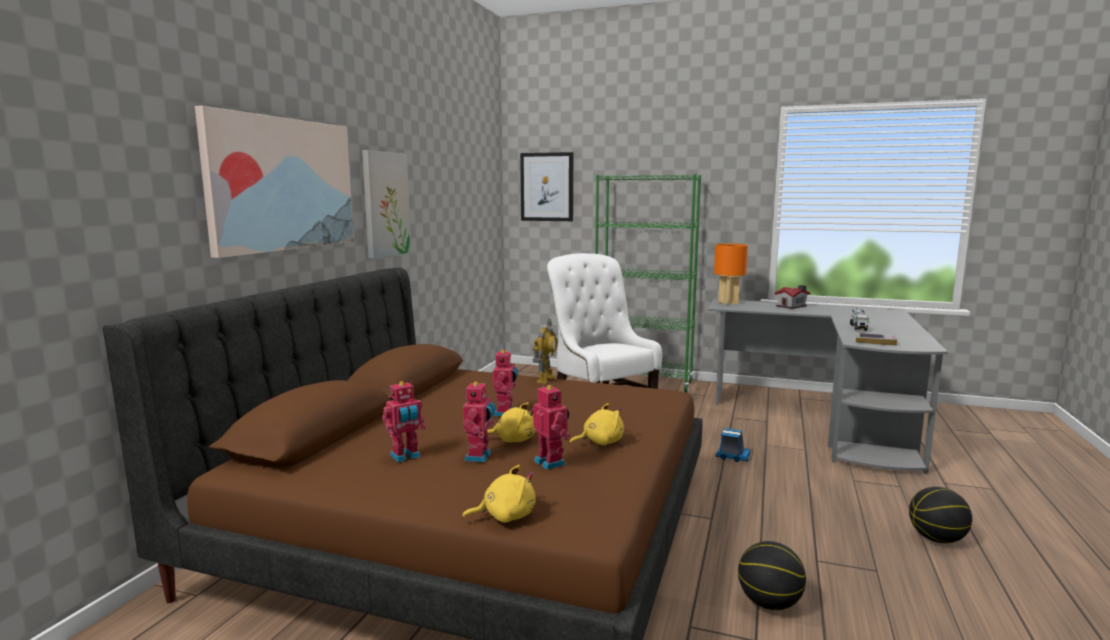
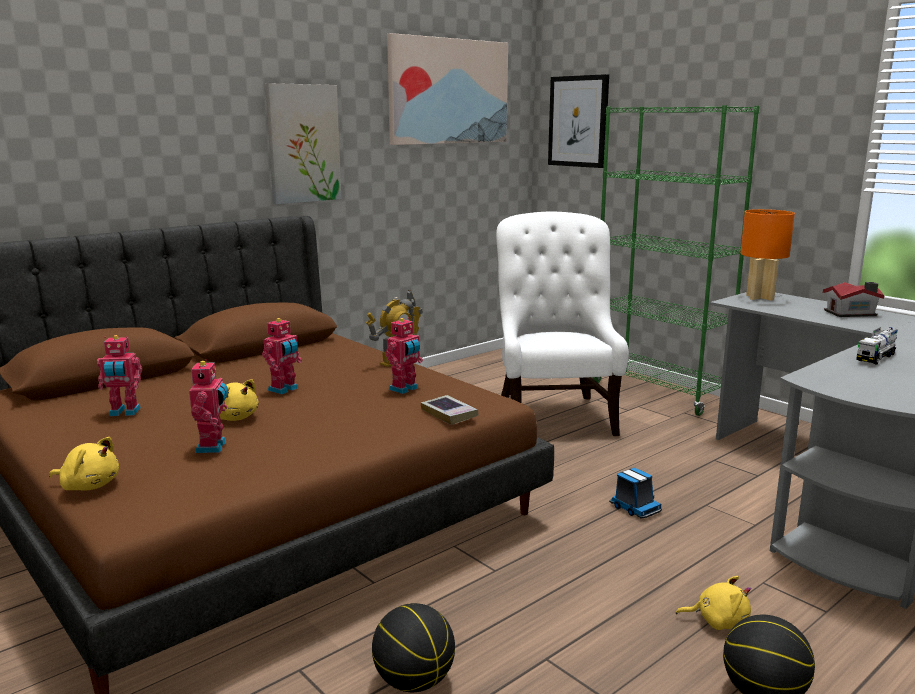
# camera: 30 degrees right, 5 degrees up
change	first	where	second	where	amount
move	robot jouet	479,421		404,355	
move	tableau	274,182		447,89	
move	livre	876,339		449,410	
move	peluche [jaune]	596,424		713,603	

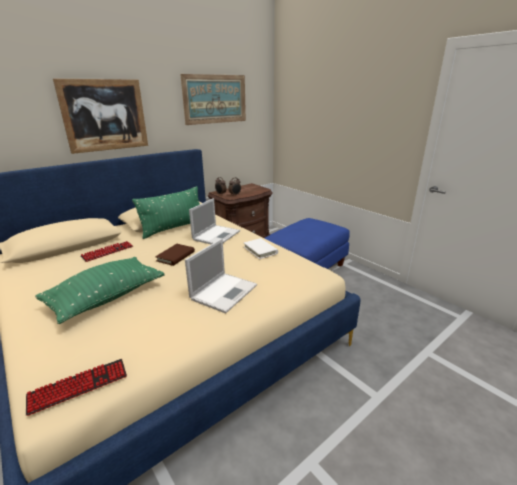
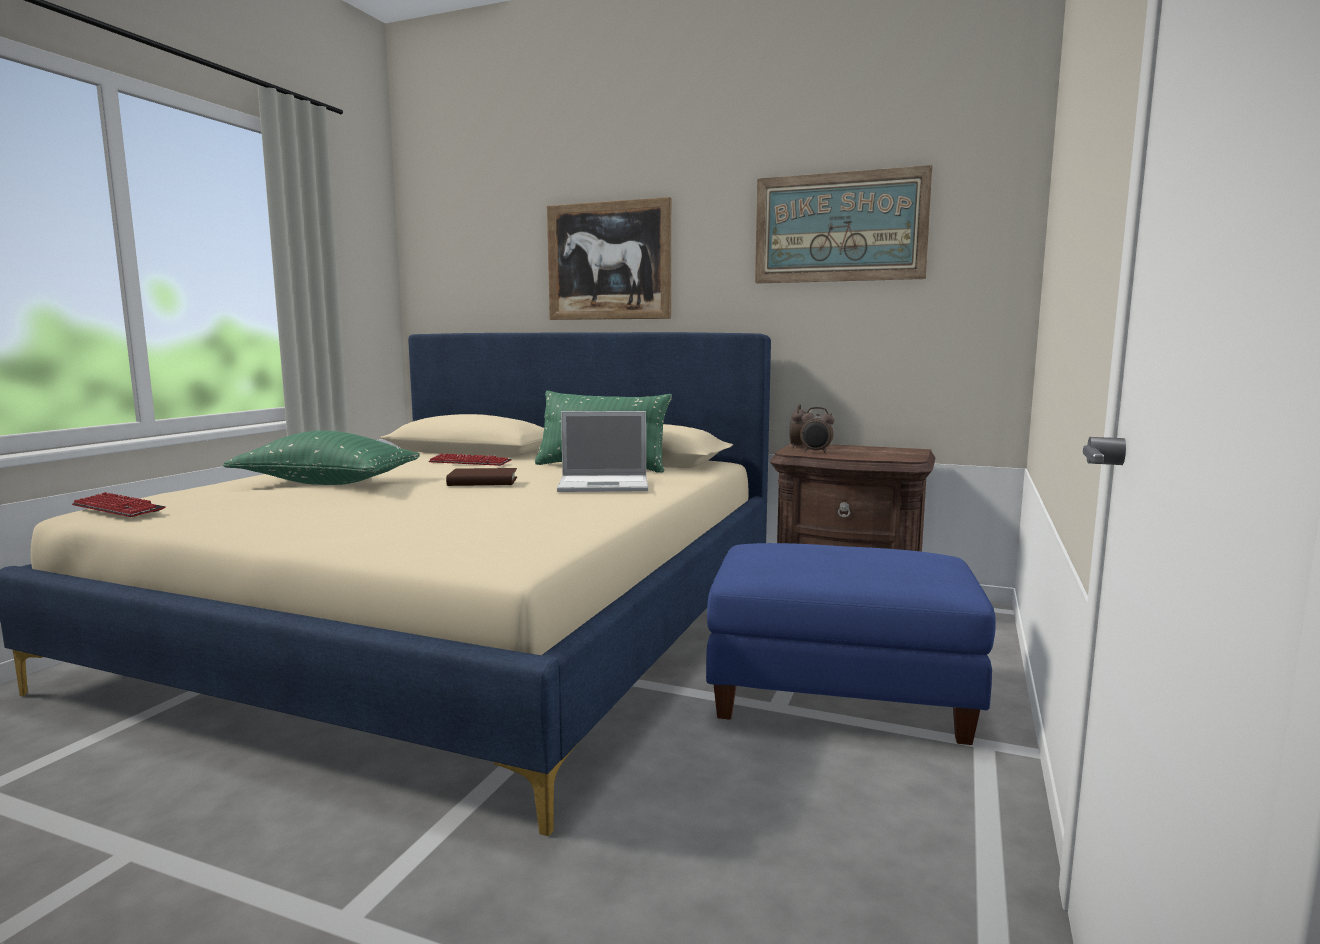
# camera: 60 degrees right, 15 degrees down
change	first	where	second	where	amount
delete	ordinateur portable	221,276			
delete	livre [blanc]	261,248			

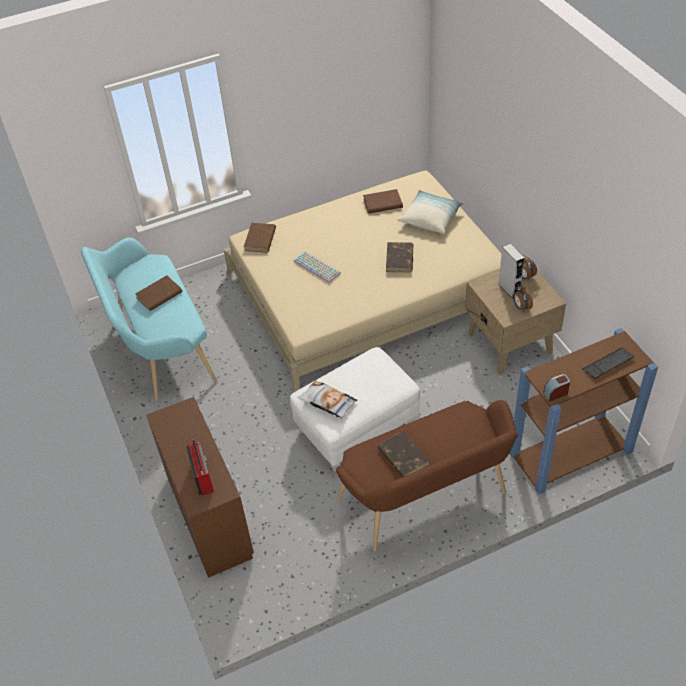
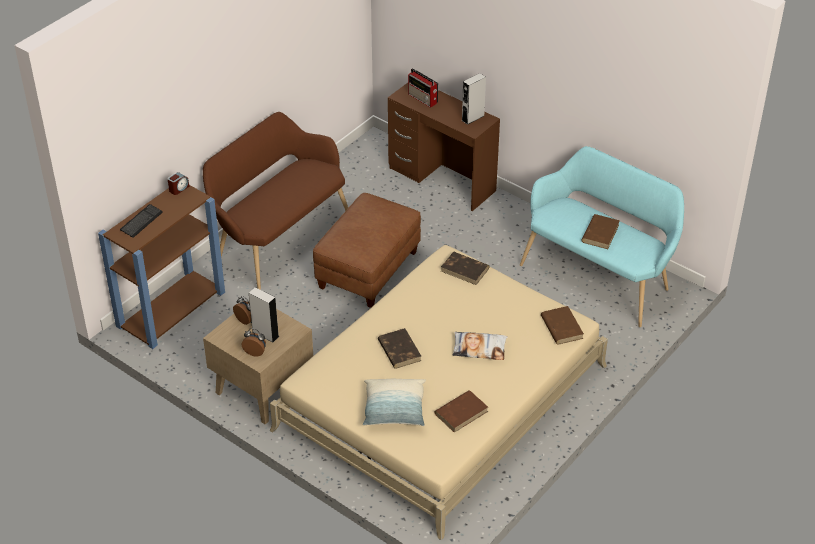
# camera: 150 degrees right, 5 degrees down
change	first	where	second	where	amount
recolor	pouf [blanc]	355,409	pouf [marron]	367,250	
move	livre [marron]	404,454		465,268	
move	coussin	327,399		480,346	
insert			enceinte [gris]	473,99	
delete	clavier	317,267			

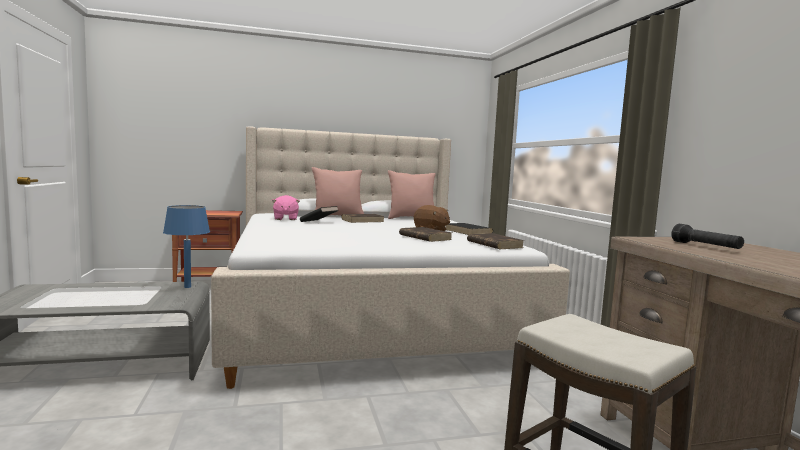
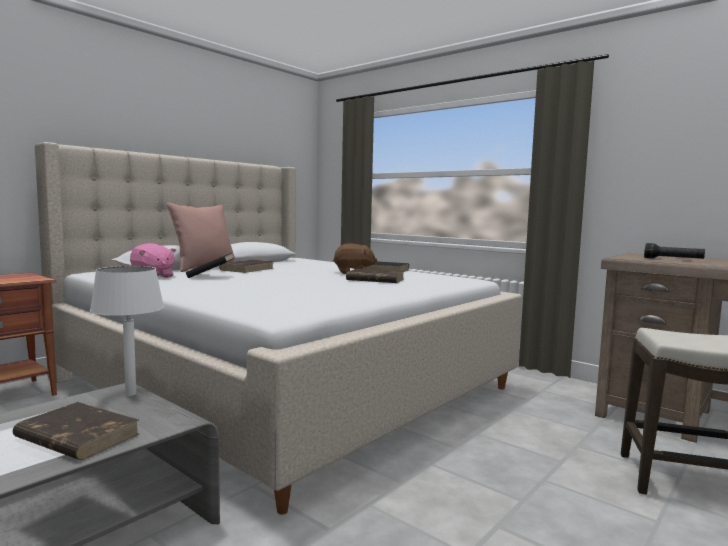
# camera: 35 degrees left, 0 degrees up
change	first	where	second	where	amount
move	livre [marron]	495,241		76,431	
recolor	lampe de table [bleu]	186,246	lampe de table [blanc]	127,331	
delete	coussin [rose]	412,194			

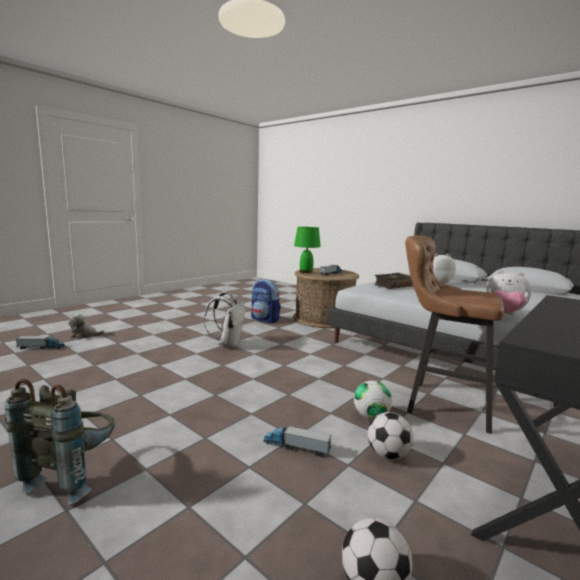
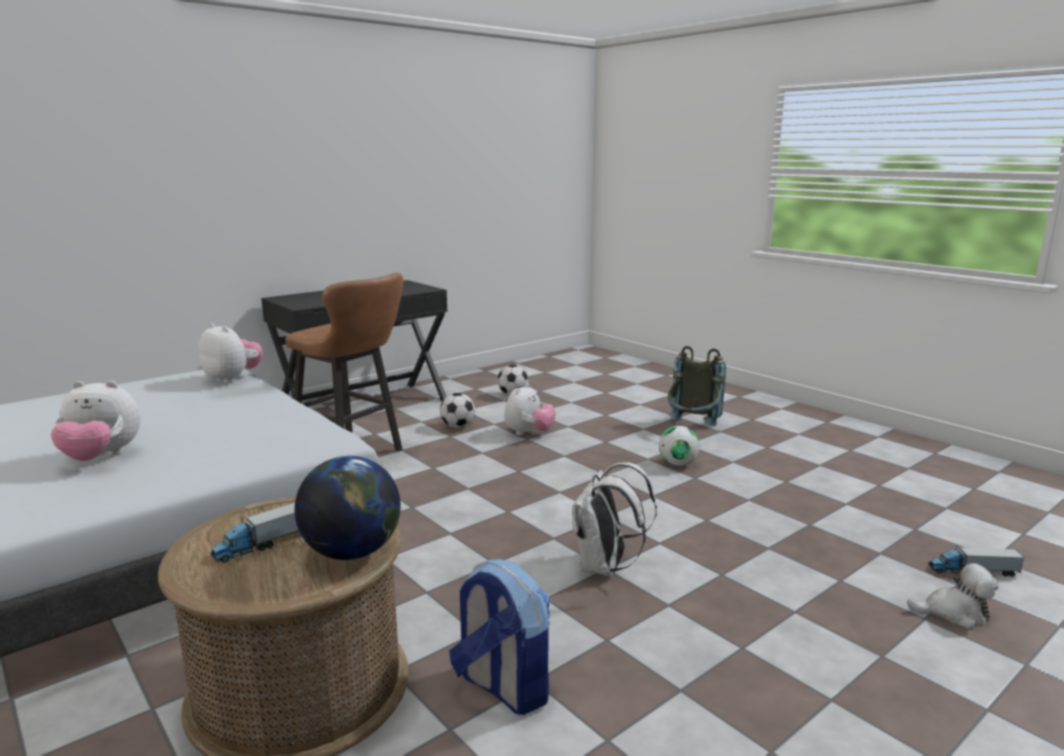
# camera: 170 degrees left, 5 degrees up
change	first	where	second	where	amount
replace	lampe de table [vert]	307,250	globe	347,508	
replace	camion jouet	297,440	peluche	530,409	
move	ballon de foot	373,400		679,446	
delete	livre	393,281			

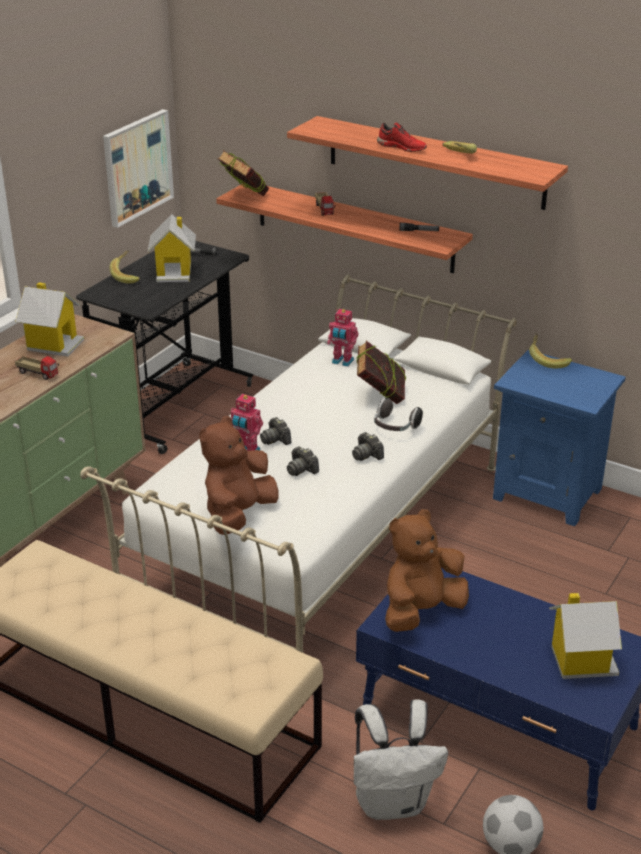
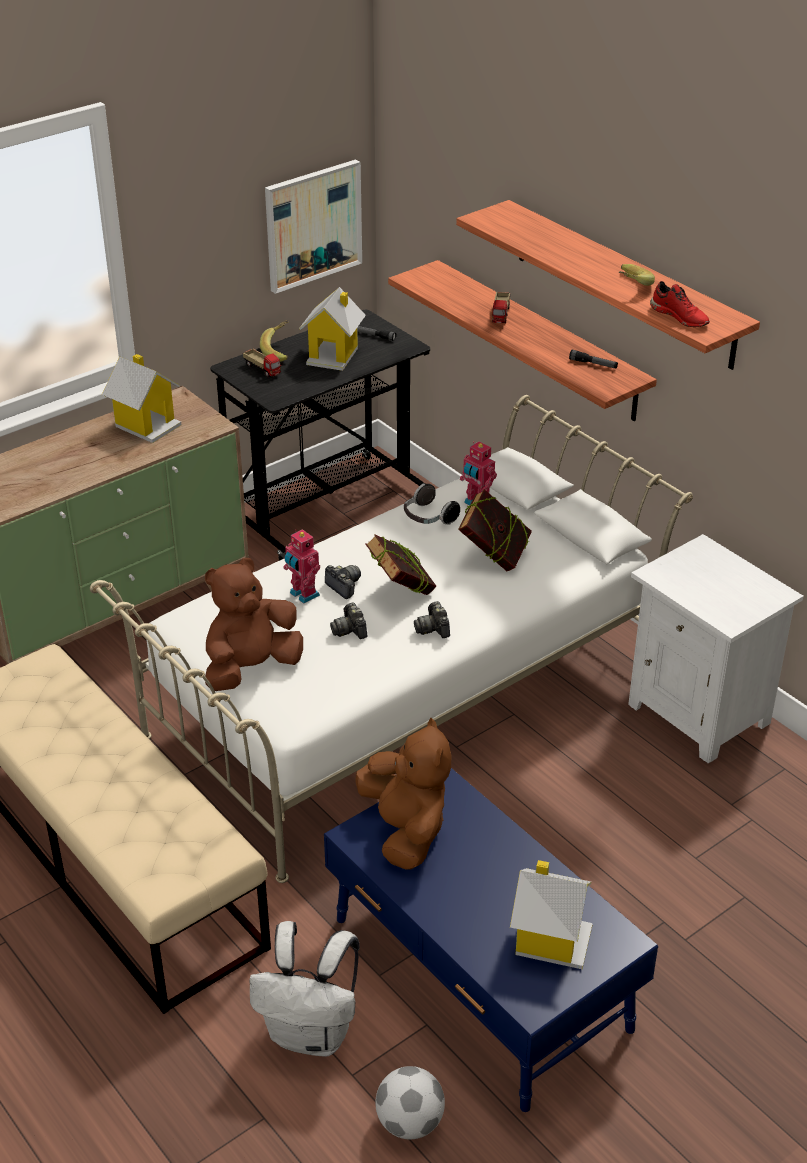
# camera: 20 degrees right, 5 degrees up
change	first	where	second	where	amount
move	camion jouet	37,368		263,363	
rotate	appareil photo	276,431		343,582	150 degrees clockwise
rotate	peluche [marron]	427,570		403,794	90 degrees clockwise
move	livre	243,173		400,564	
move	casque audio	398,414		432,504	
recolor	table de chevet [bleu]	559,438	table de chevet [blanc]	716,648	
move	chaussure [rouge]	402,137		680,304	
delete	banane	550,350			

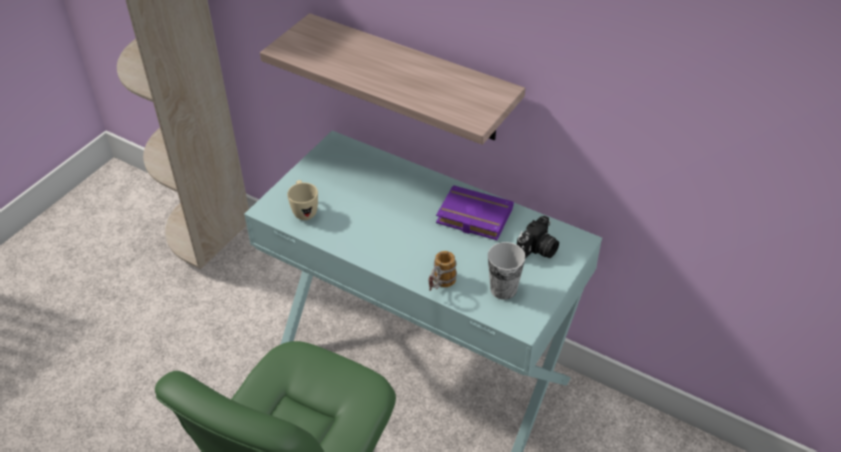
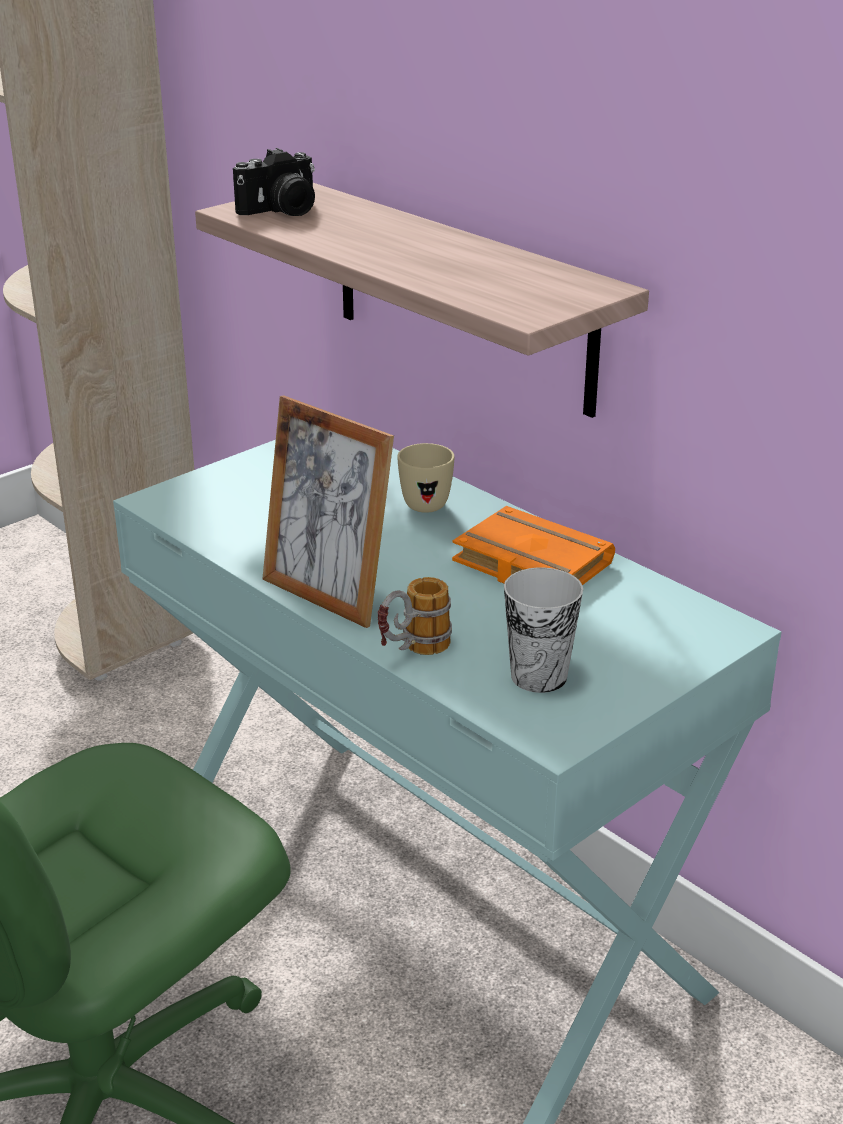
# camera: 15 degrees right, 15 degrees down
change	first	where	second	where	amount
move	appareil photo	538,237		274,182	
insert			cadre photo	328,512	
move	mug [beige]	302,200		426,478	
recolor	livre [violet]	475,212	livre [orange]	533,545	

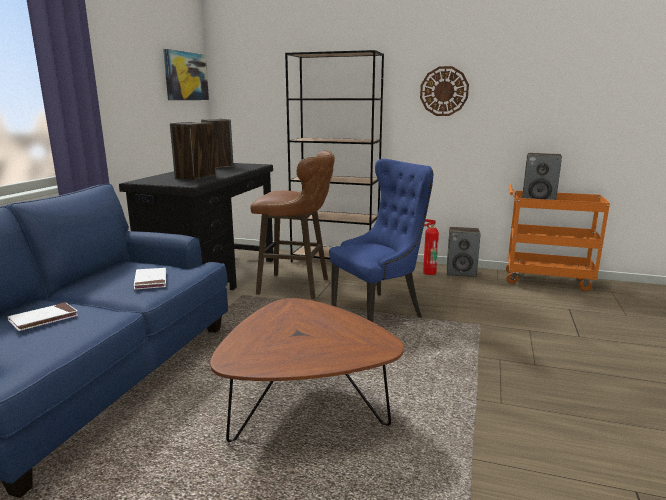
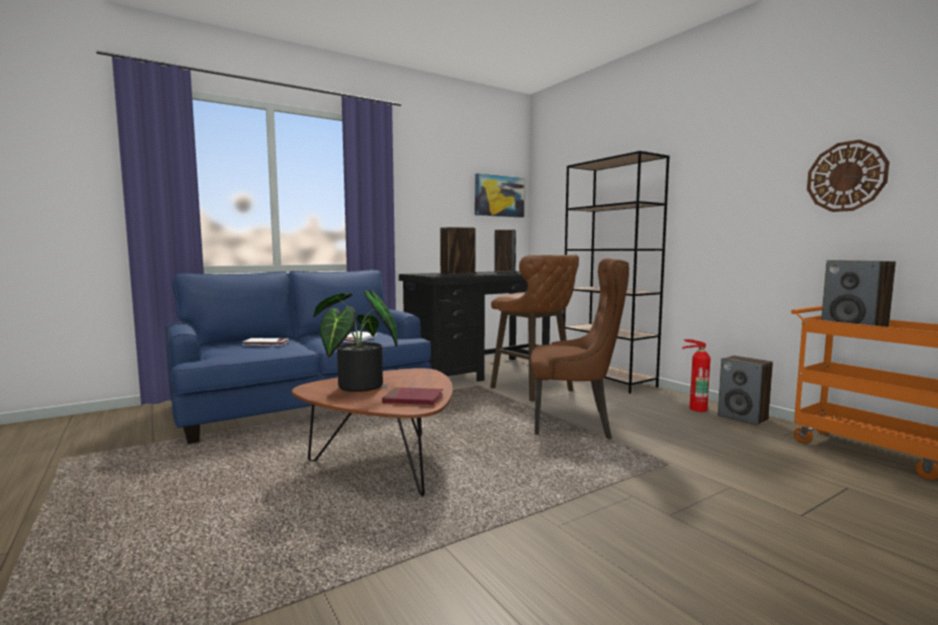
# camera: 40 degrees right, 10 degrees down
change	first	where	second	where	amount
insert			plante en pot	355,341	
insert			livre [rouge]	413,396	
recolor	chaise [bleu]	381,240	chaise [marron]	580,348	
move	horloge murale	444,91		848,176	

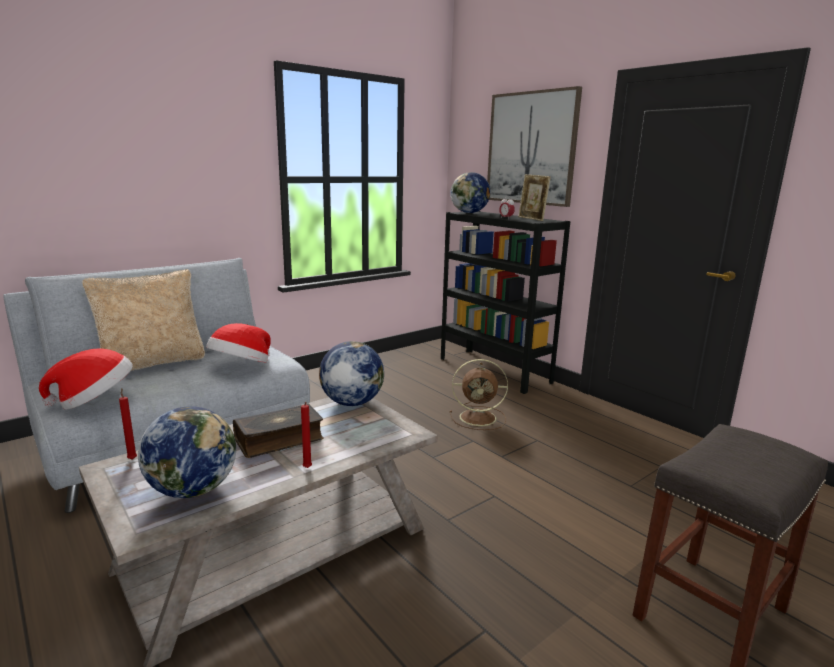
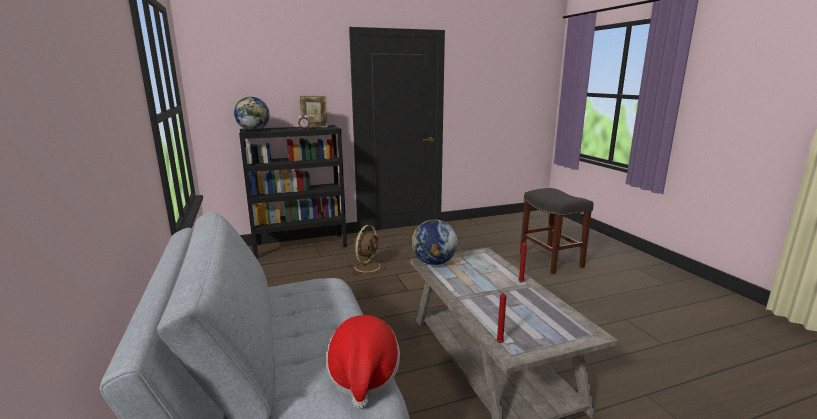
# camera: 70 degrees left, 0 degrees up
change	first	where	second	where	amount
delete	coussin [beige]	143,320			
delete	globe	187,452			
delete	chapeau	238,343			
delete	livre	278,431			
delete	tableau	534,146			

